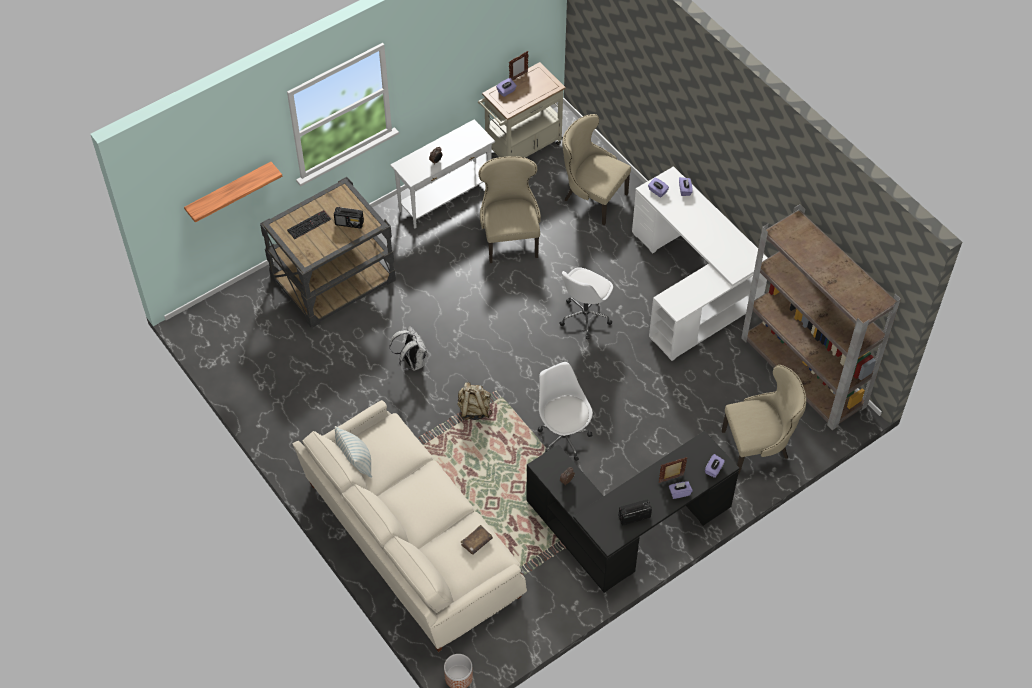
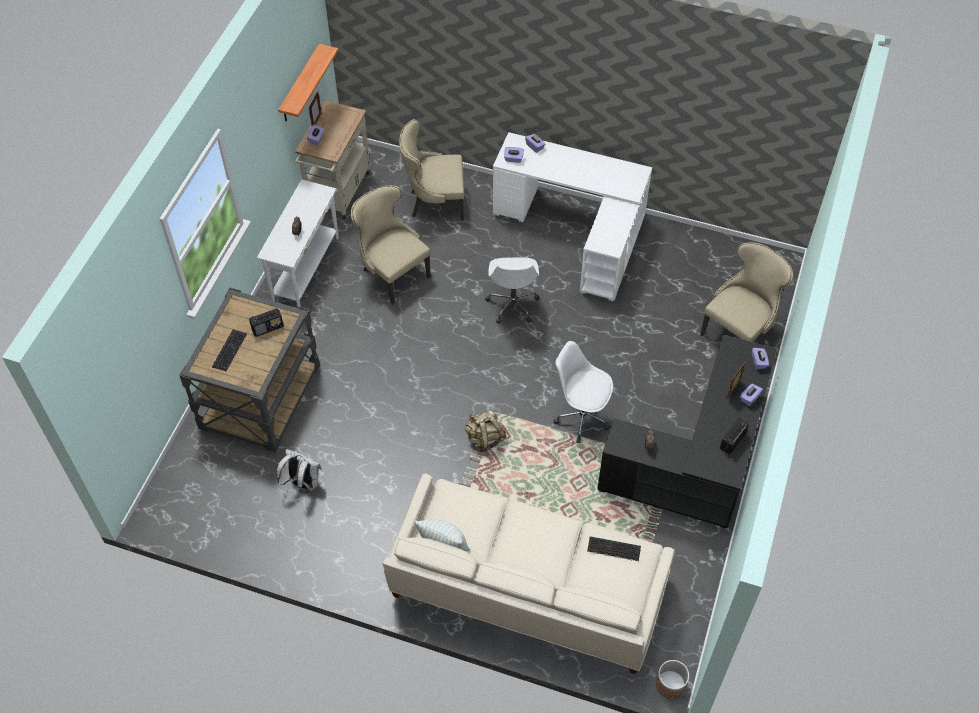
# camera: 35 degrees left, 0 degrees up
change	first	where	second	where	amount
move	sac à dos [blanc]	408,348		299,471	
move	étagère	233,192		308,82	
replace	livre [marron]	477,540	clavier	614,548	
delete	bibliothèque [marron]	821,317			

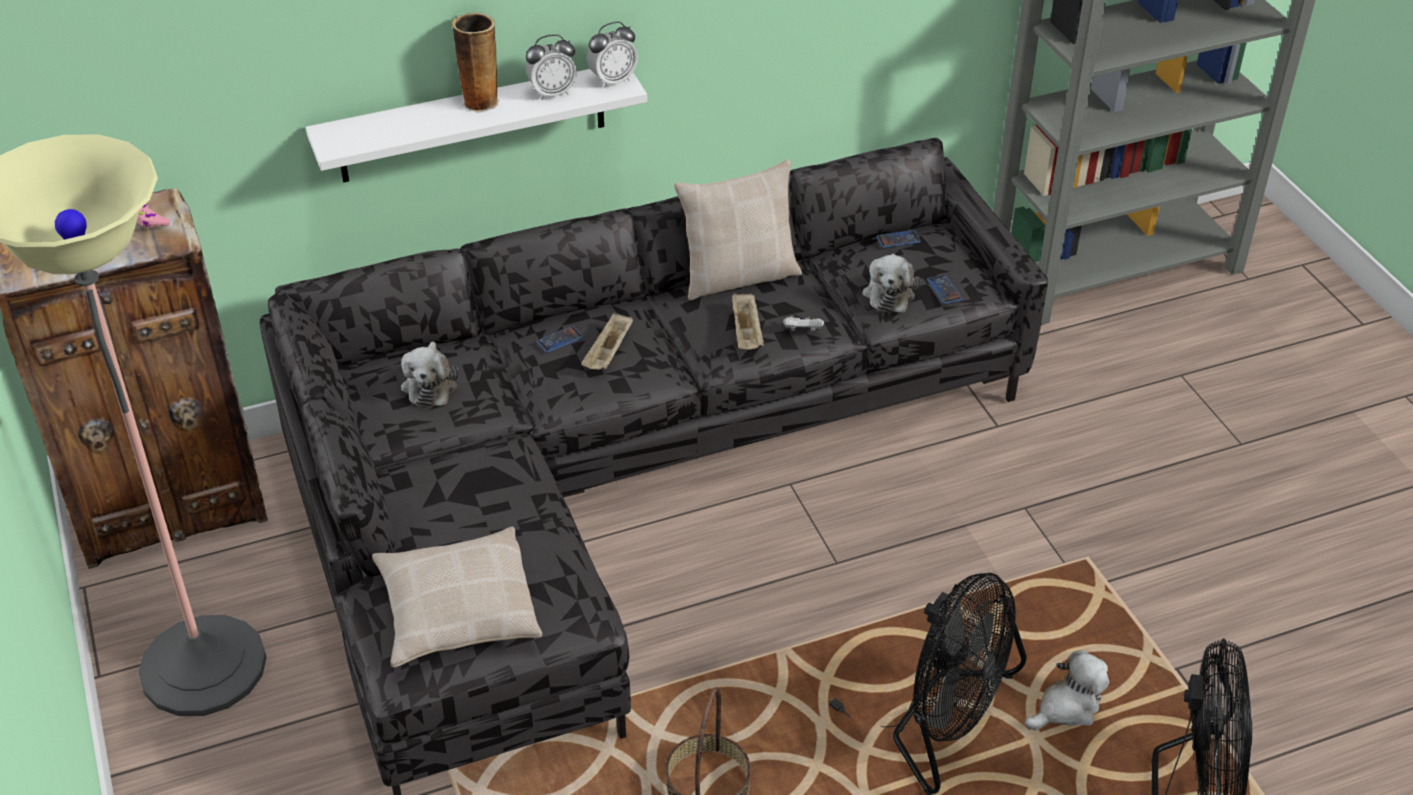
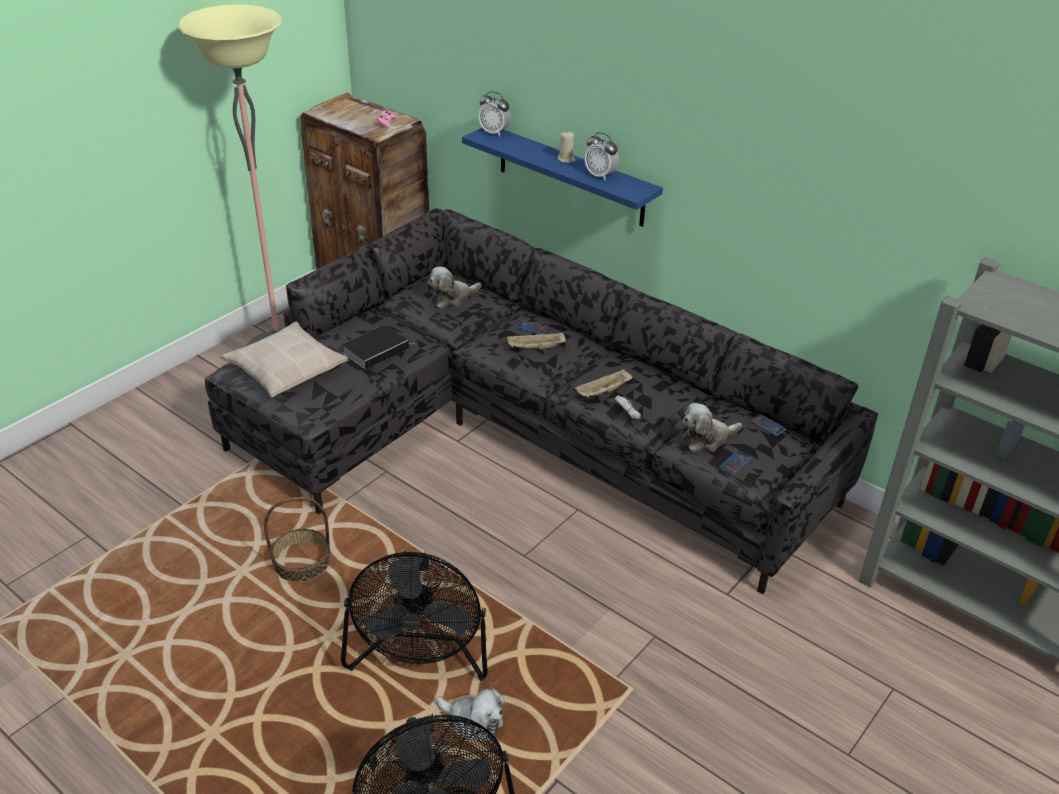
# camera: 60 degrees right, 5 degrees down
change	first	where	second	where	amount
insert			livre	378,347	
recolor	étagère [blanc]	476,126	étagère [bleu]	562,177	
move	réveil	612,55		494,114	
replace	vase	475,62	bougie [beige]	567,147	
delete	coussin [beige]	738,229			

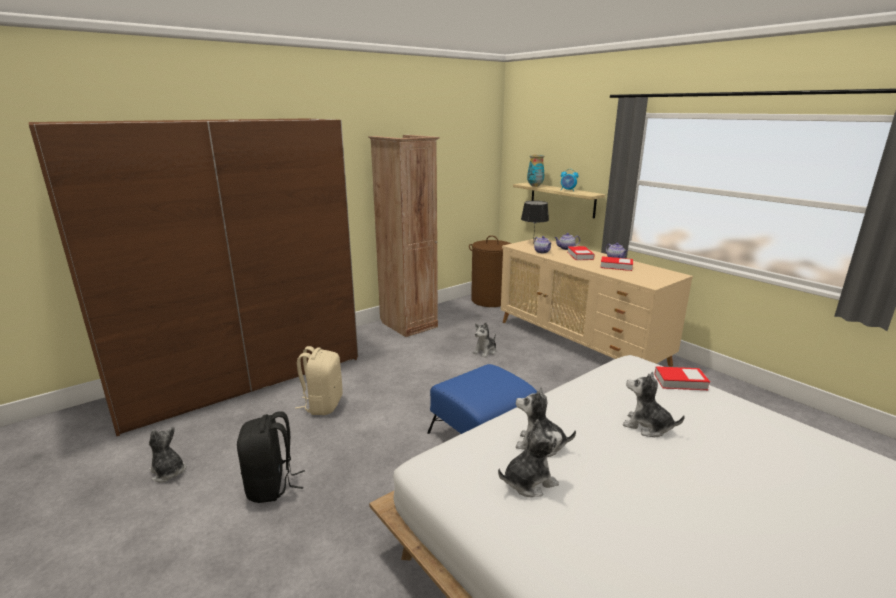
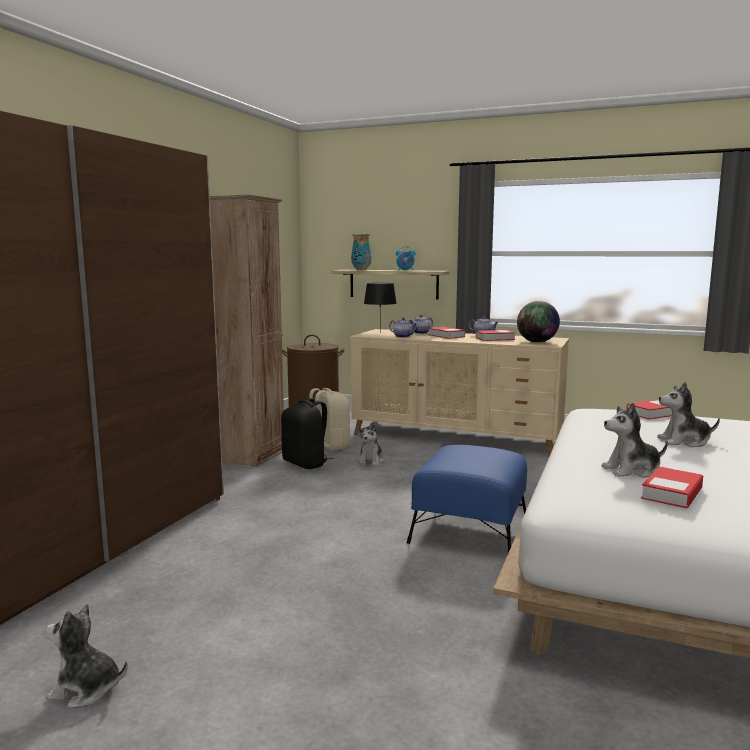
# camera: 30 degrees left, 10 degrees down
change	first	where	second	where	amount
move	sac à dos [noir]	271,457		307,433	
move	sac à dos [beige]	319,380		329,419	
insert			globe	538,322	
replace	peluche	530,458	livre	672,488	

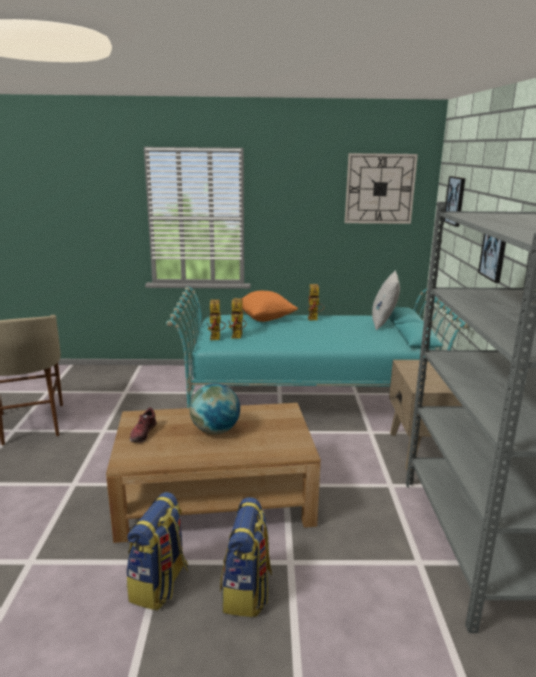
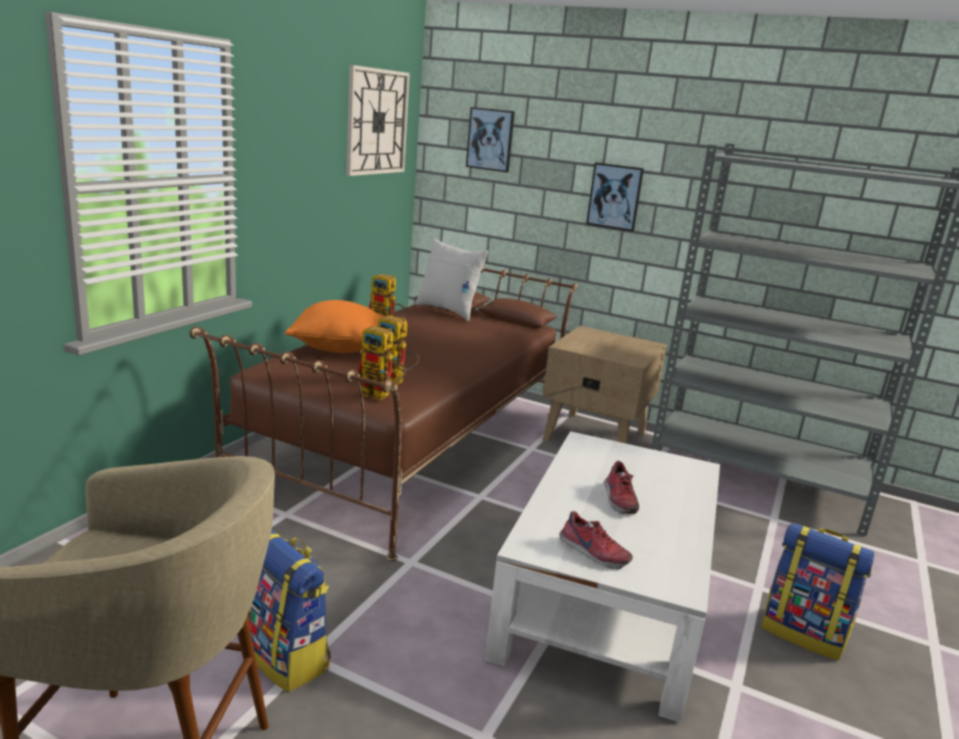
# camera: 65 degrees left, 0 degrees up
change	first	where	second	where	amount
recolor	lit [turquoise]	318,347	lit [marron]	383,414	
move	sac à dos	157,551		289,611	
recolor	table basse [marron]	213,473	table basse [blanc]	602,577	
replace	globe	215,408	chaussure	621,487	

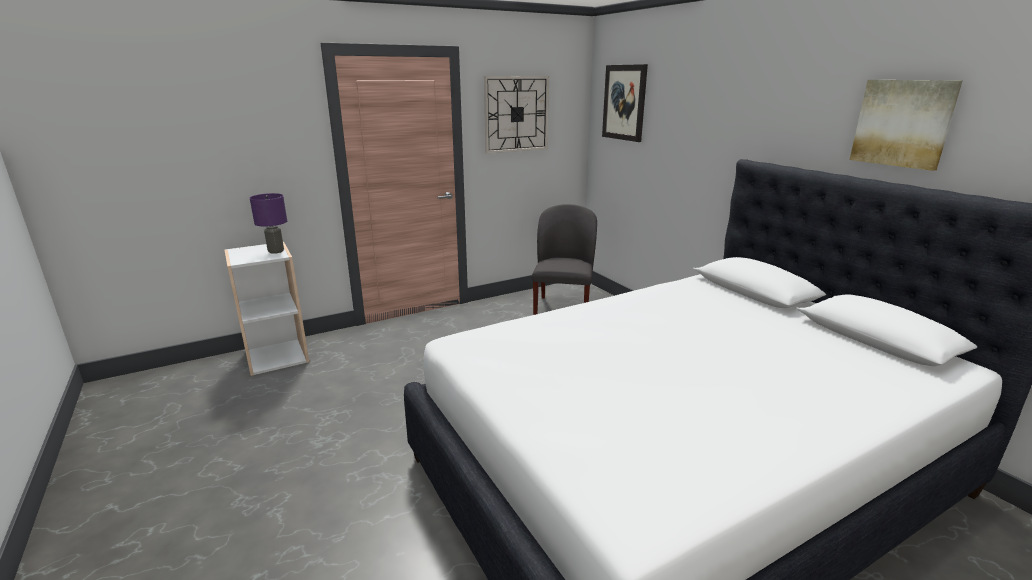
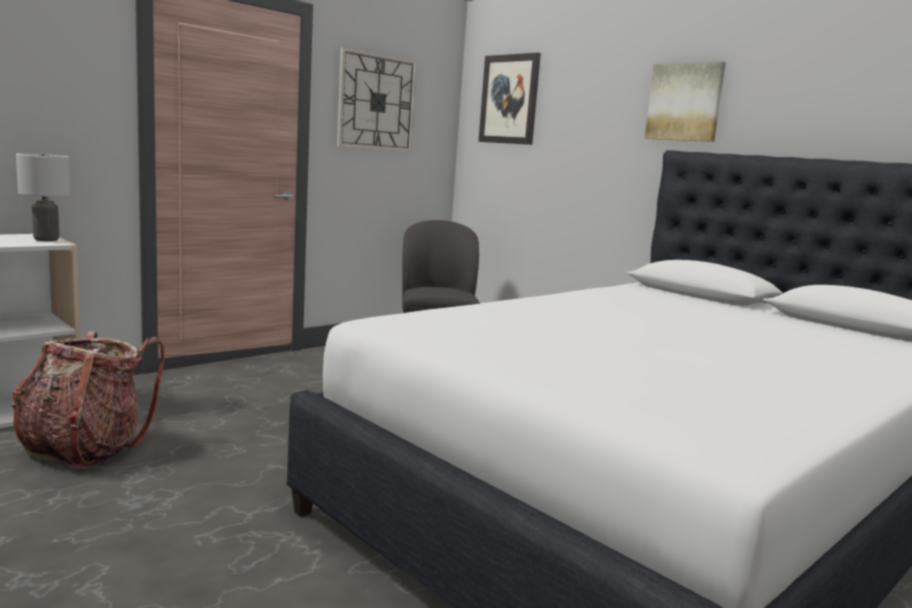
# camera: 15 degrees left, 10 degrees down
change	first	where	second	where	amount
insert			sac à dos	88,400	
recolor	lampe de table [violet]	268,223	lampe de table [blanc]	43,197	
move	tableau	906,125		685,101	

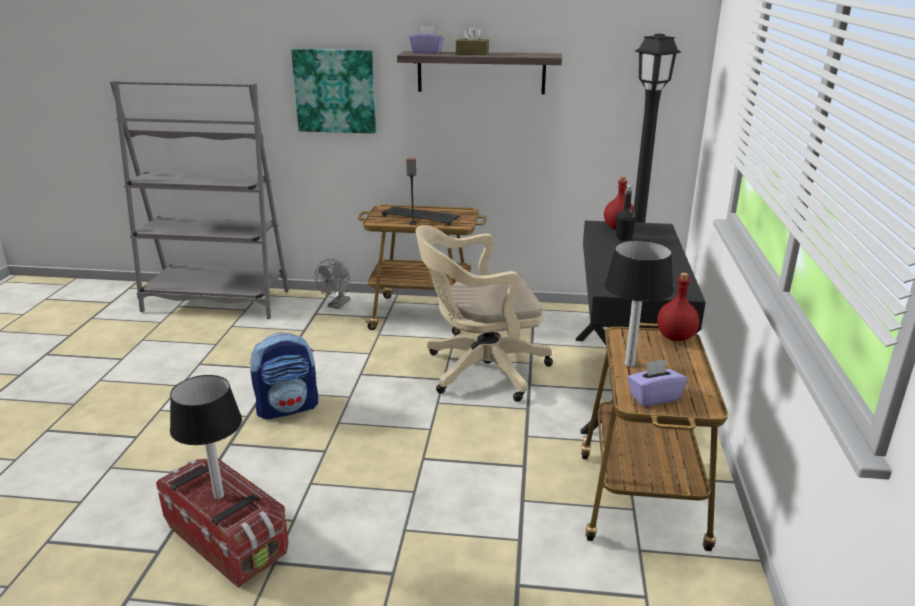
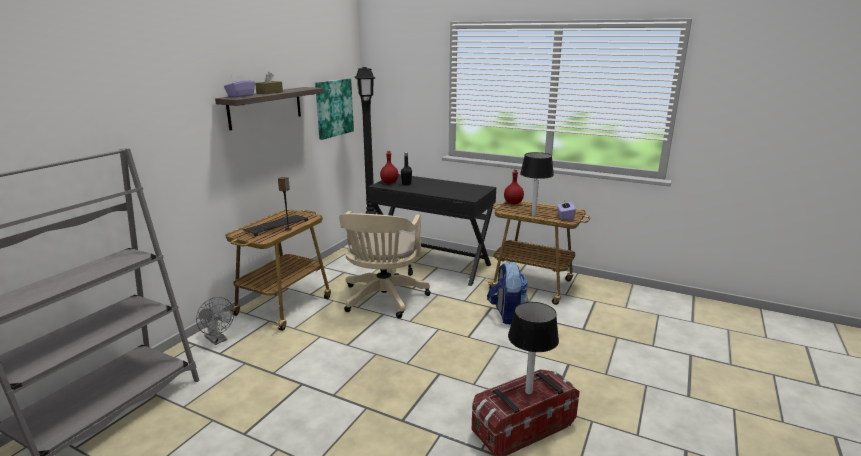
# camera: 70 degrees left, 5 degrees down
change	first	where	second	where	amount
move	tableau	333,91		334,109	
move	sac à dos	284,375		507,293	

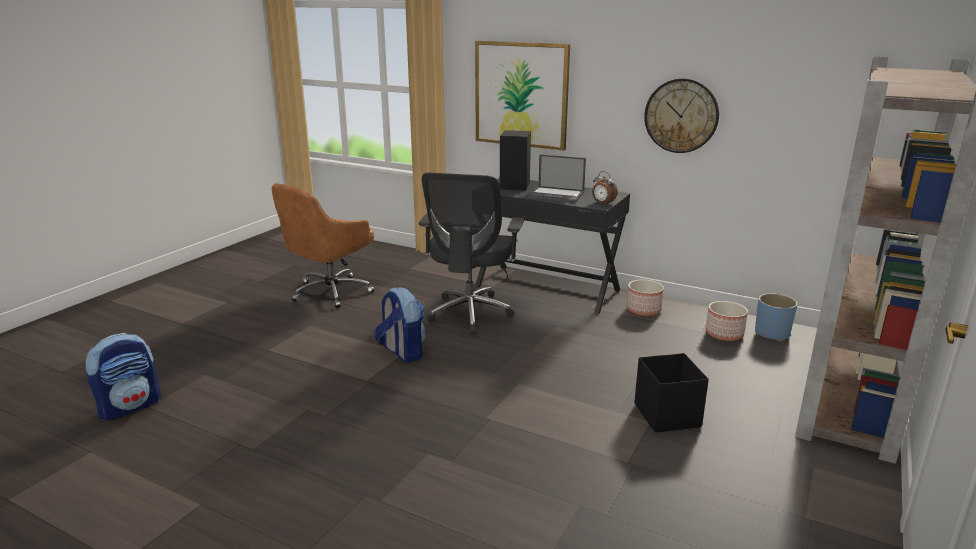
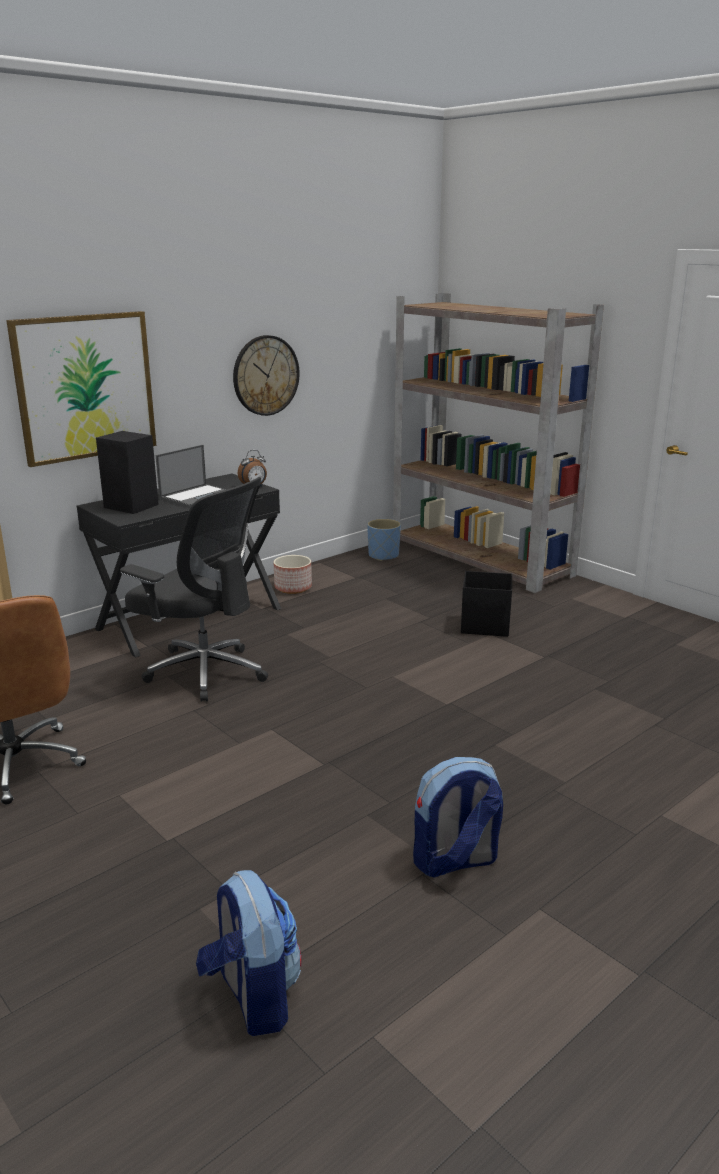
# camera: 70 degrees left, 0 degrees up
change	first	where	second	where	amount
move	sac à dos	400,325		458,817	
delete	cache-pot	727,321			

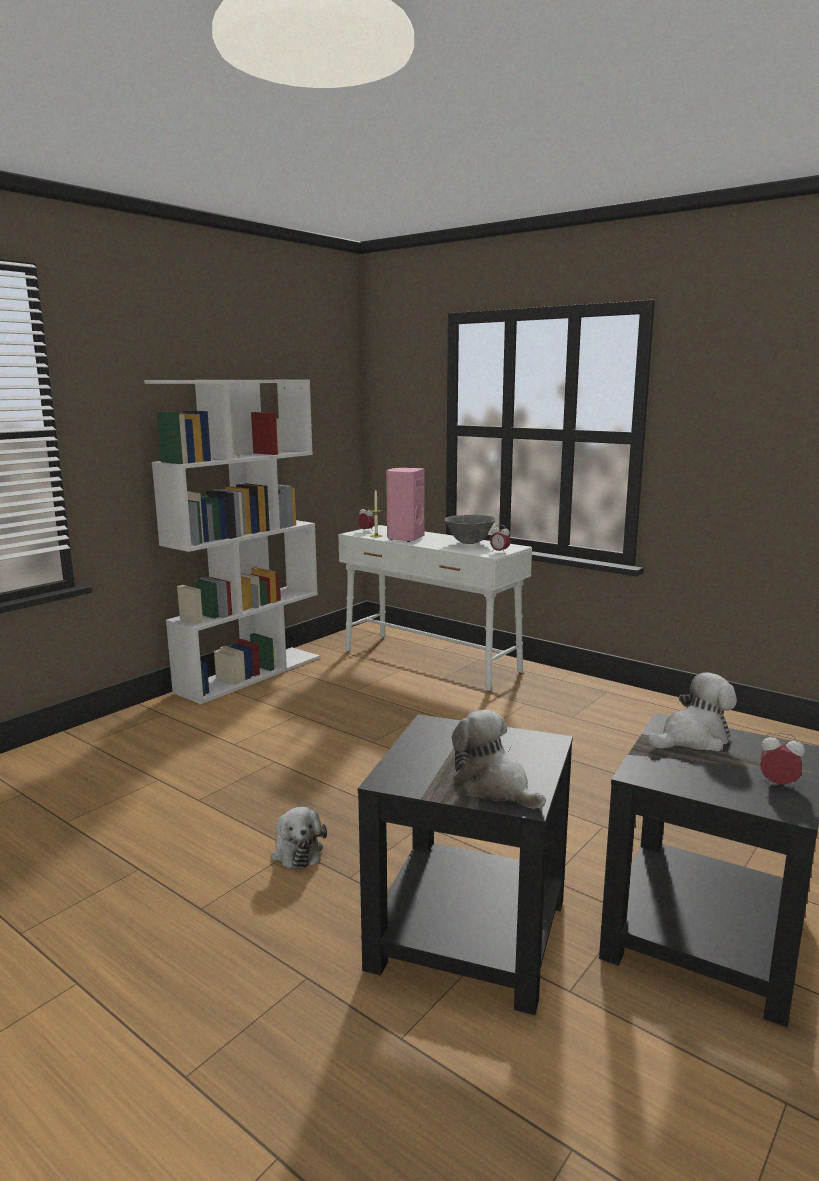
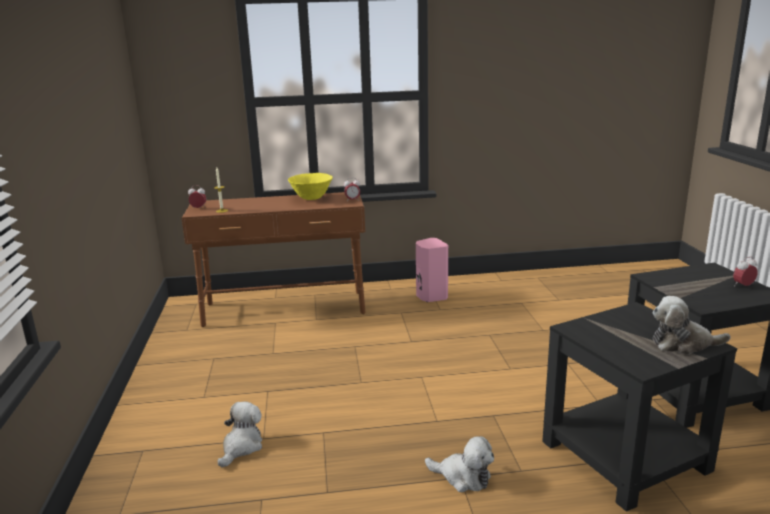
# camera: 45 degrees left, 5 degrees up
change	first	where	second	where	amount
recolor	table console [blanc]	435,608	table console [marron]	273,259	
move	peluche	692,711		240,434	
recolor	bol [gris]	470,529	bol [jaune]	310,186	
move	enceinte [rose]	405,505		432,270	
delete	bibliothèque [blanc]	232,542			

